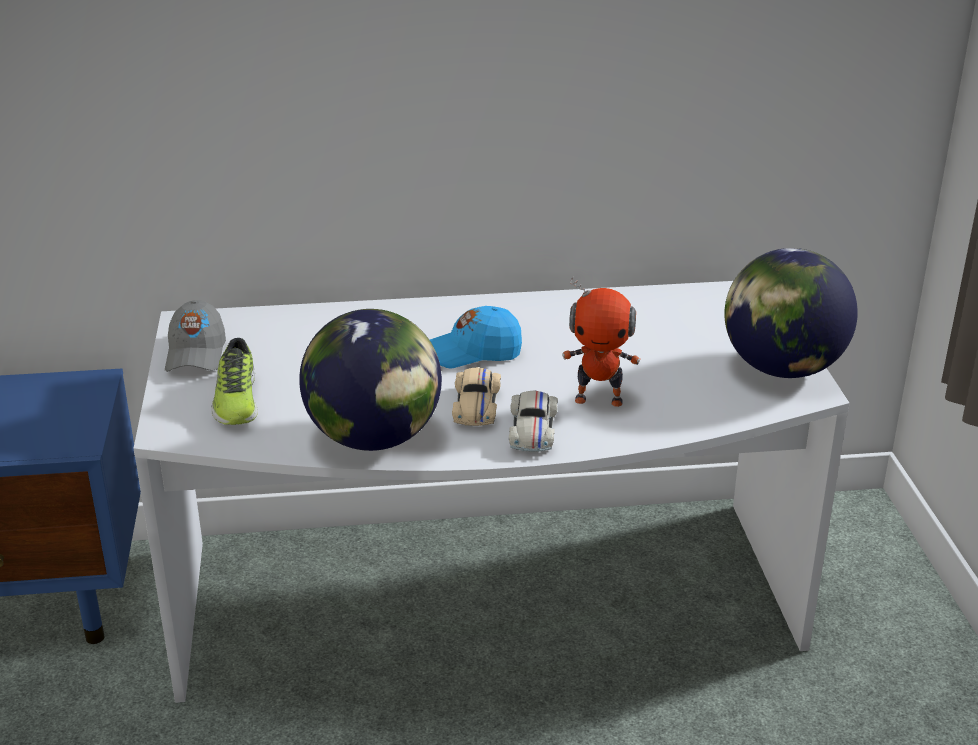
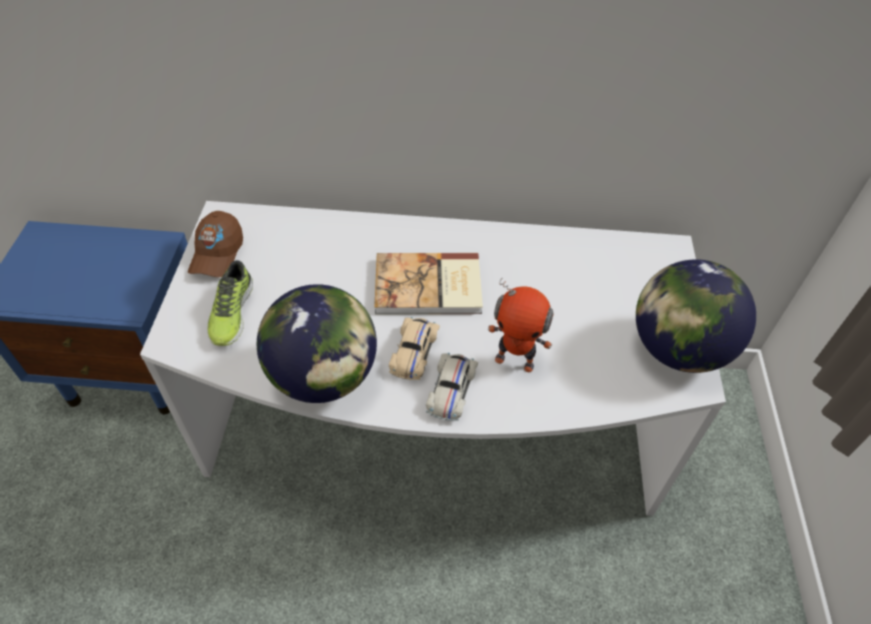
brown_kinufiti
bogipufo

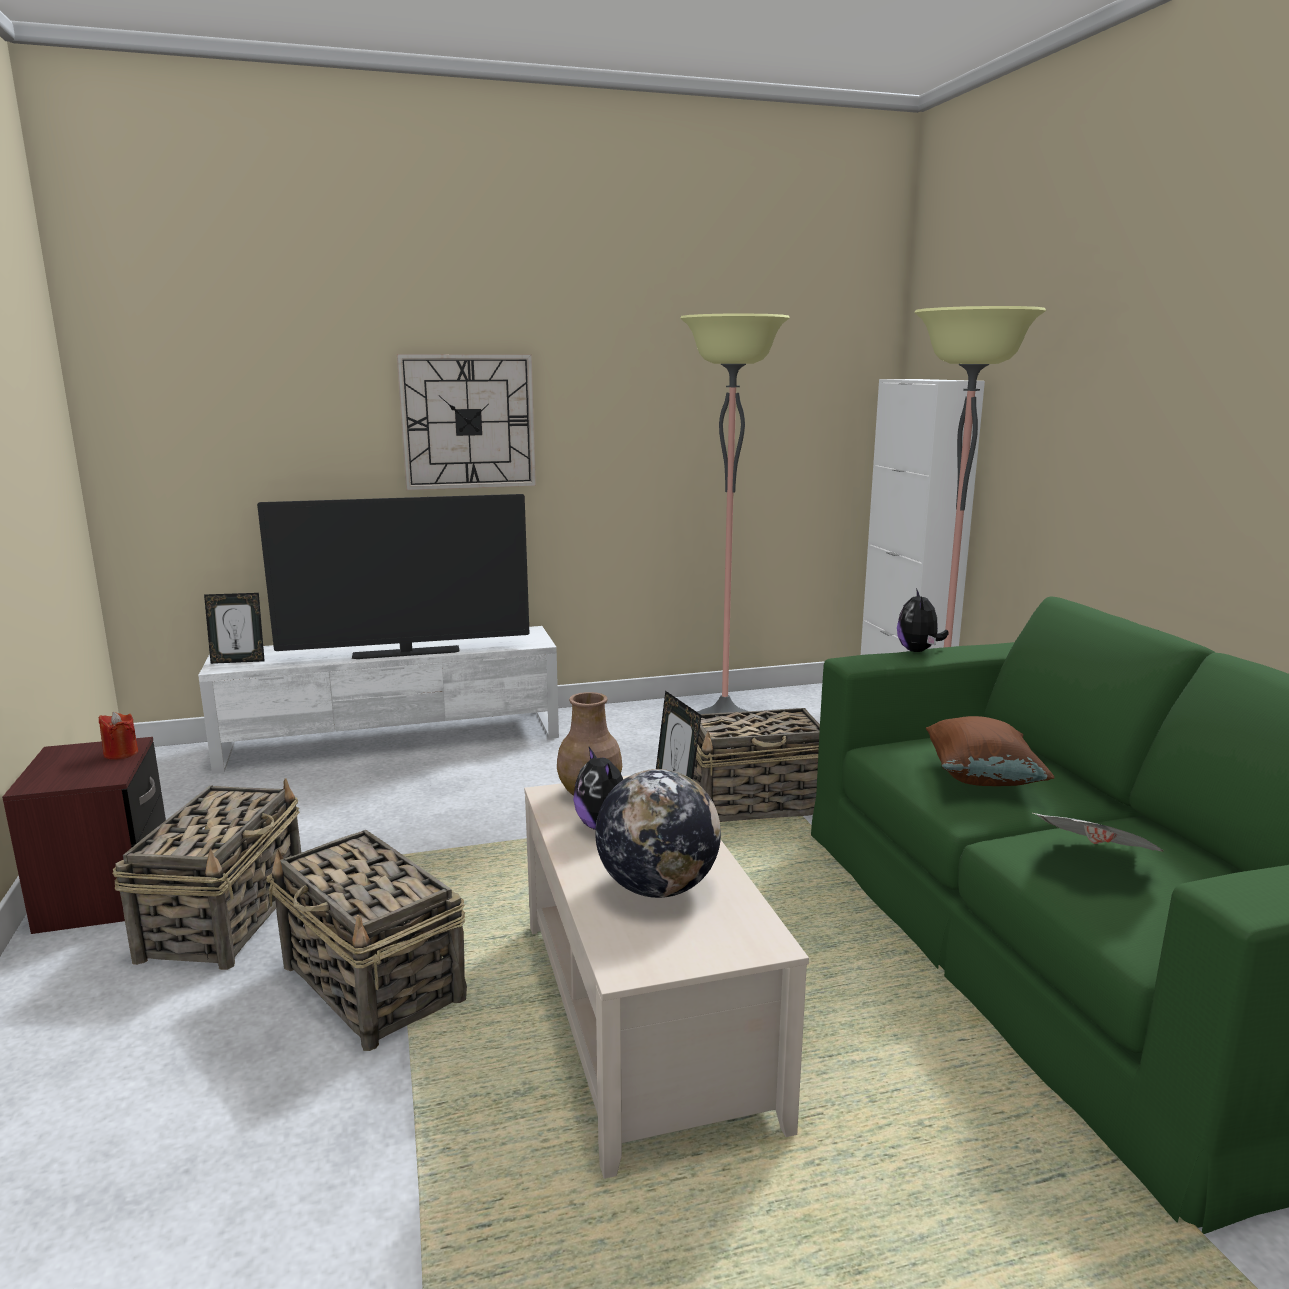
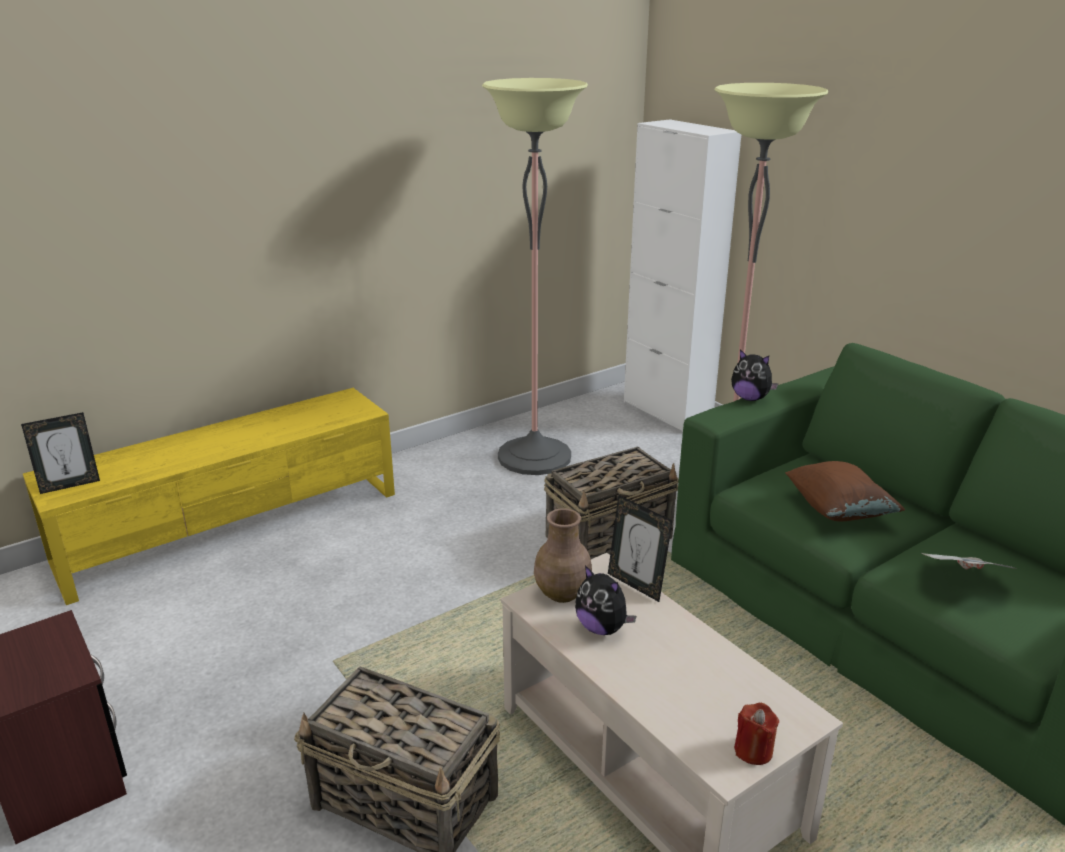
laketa
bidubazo
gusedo (2nd from left)
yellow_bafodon
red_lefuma
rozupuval
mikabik (1st from left in the first image)

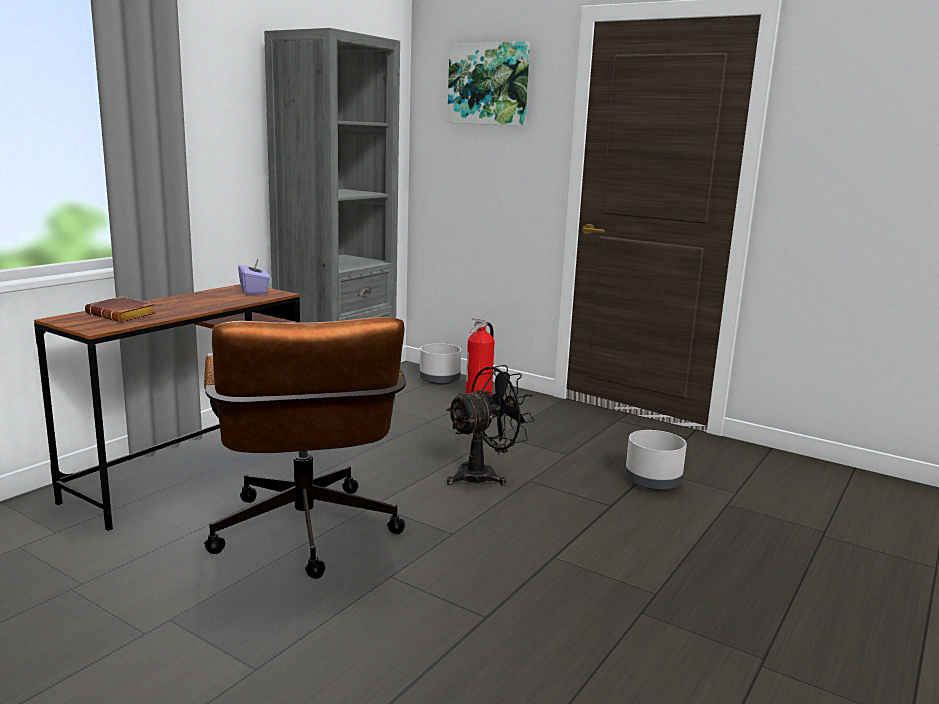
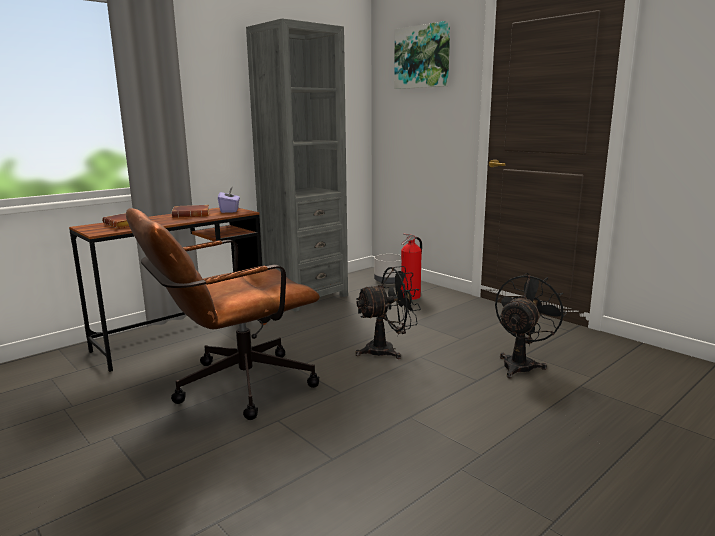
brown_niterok
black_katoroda (2nd from left)
brown_bogipufo (2nd from left)

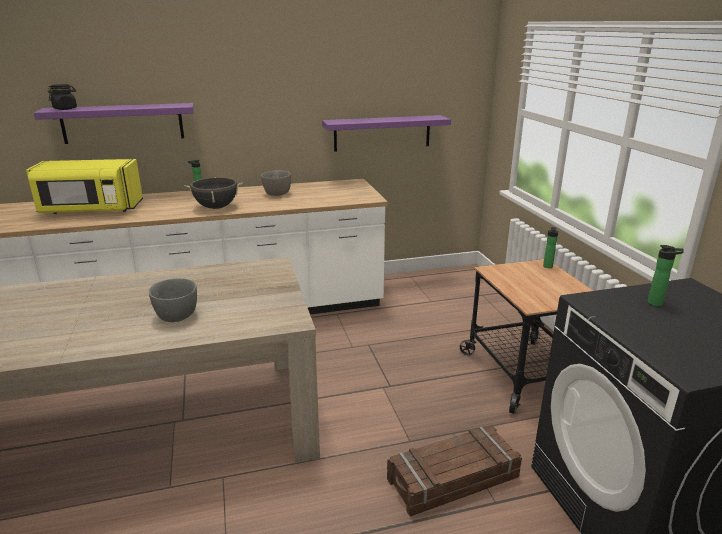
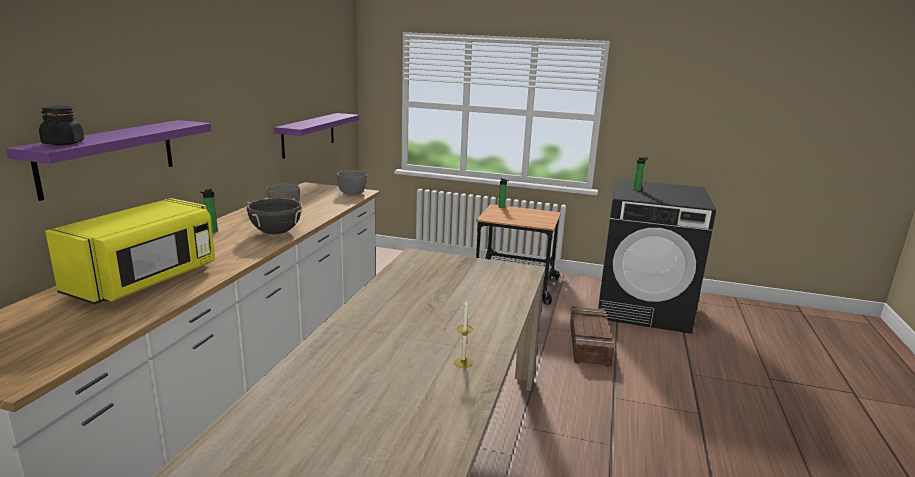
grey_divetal (2nd from left)
lefuma

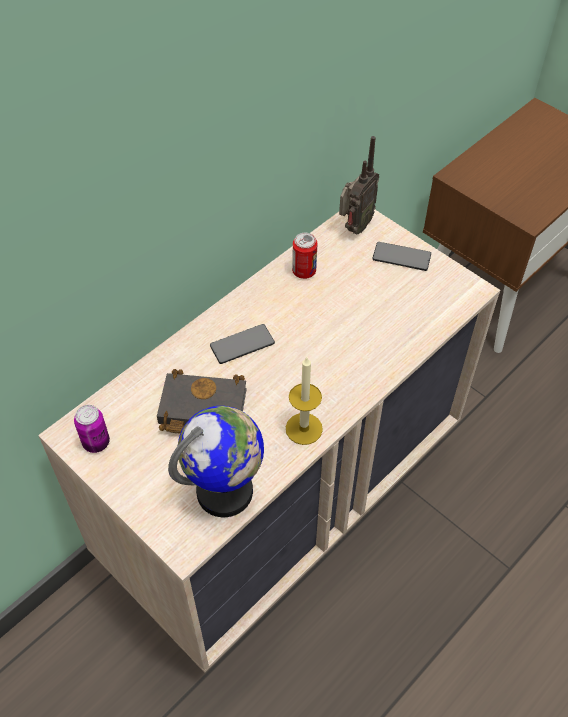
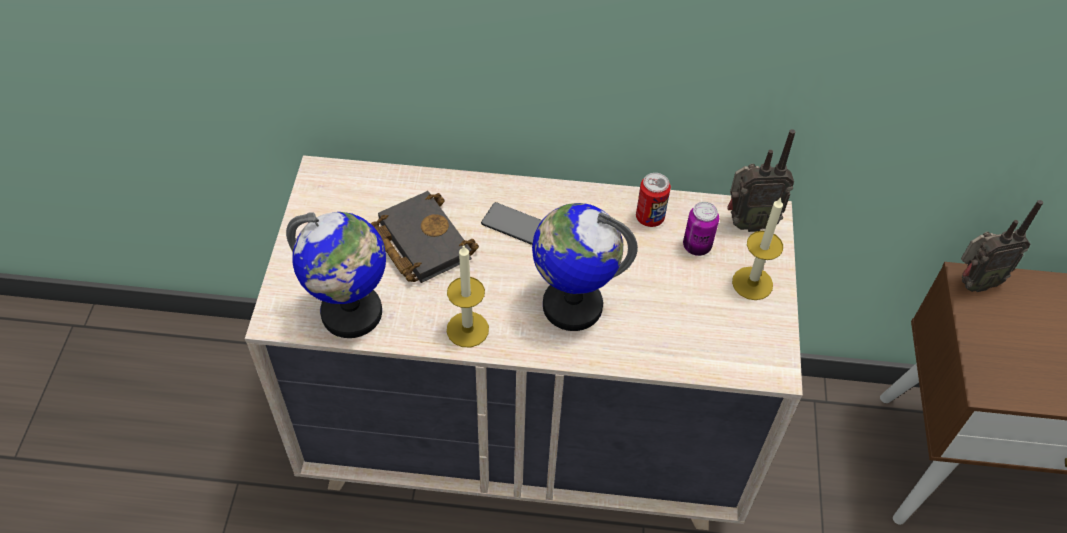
lefuma (2nd from left)
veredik (2nd from left)
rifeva (2nd from left)
rozupuval (2nd from left)

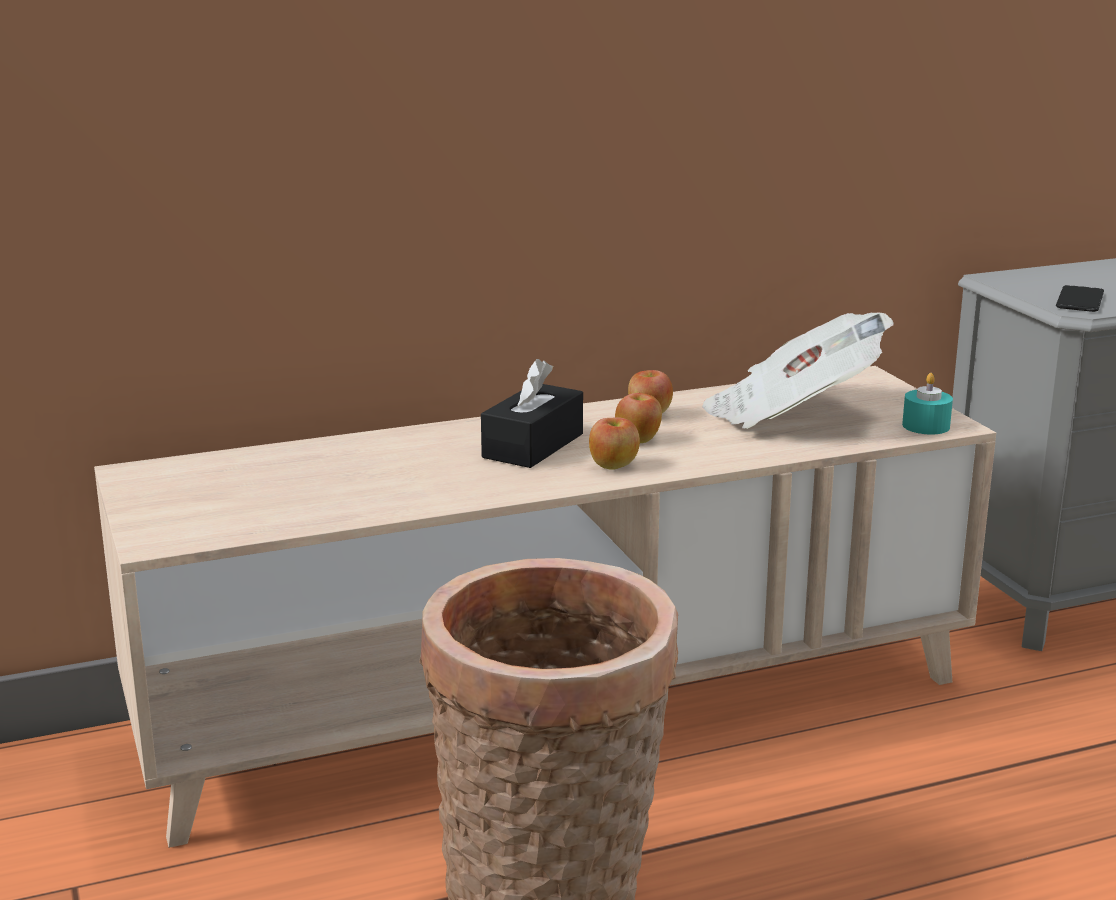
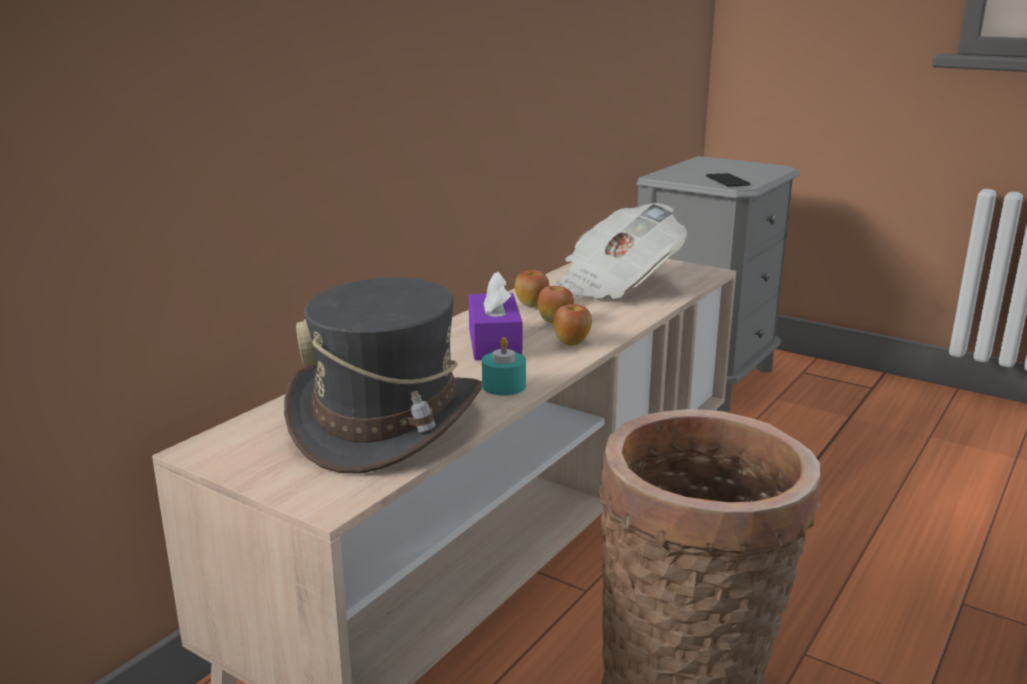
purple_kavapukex
turquoise_lefuma
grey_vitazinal

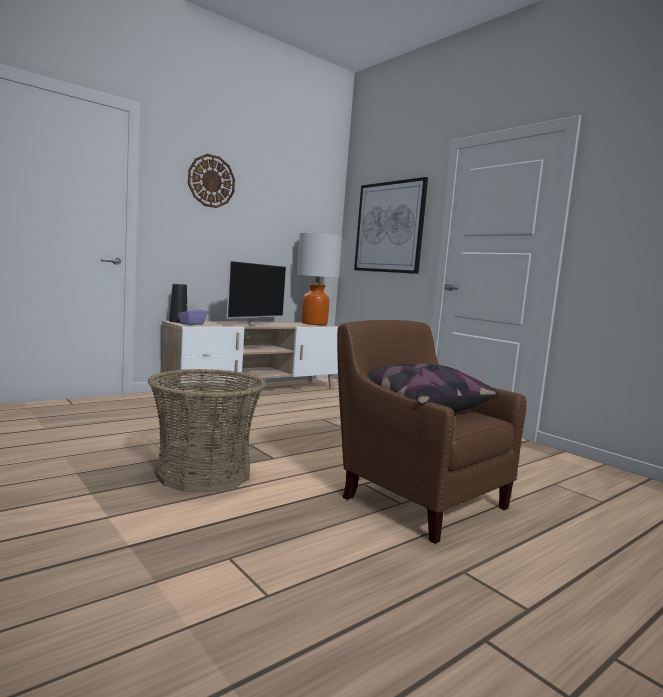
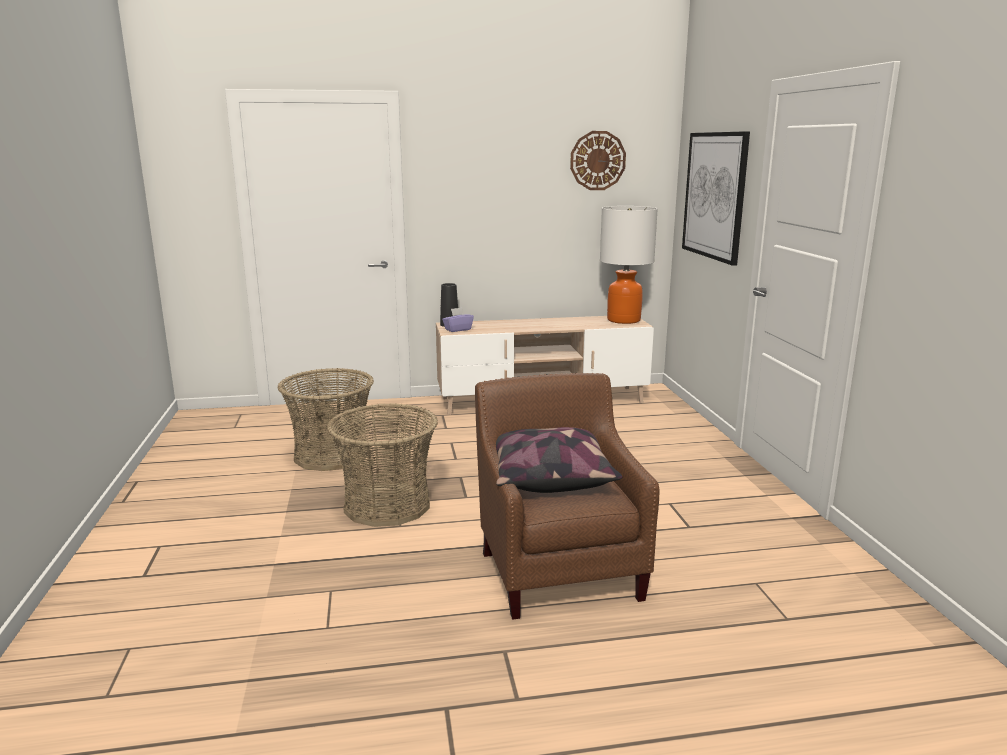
laketa
bidubazo
mikabik (1st from left)

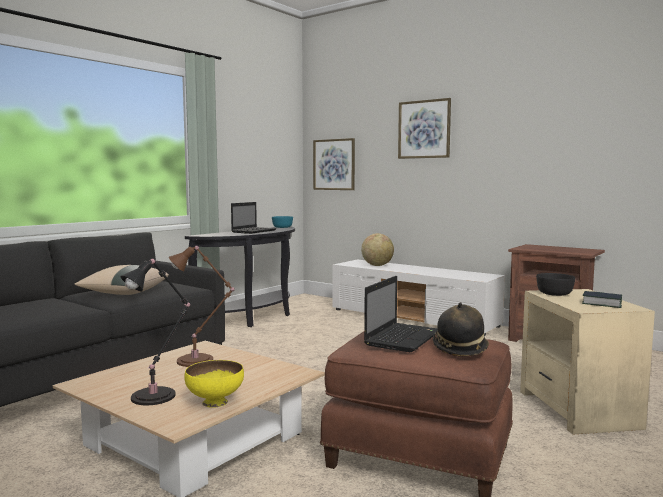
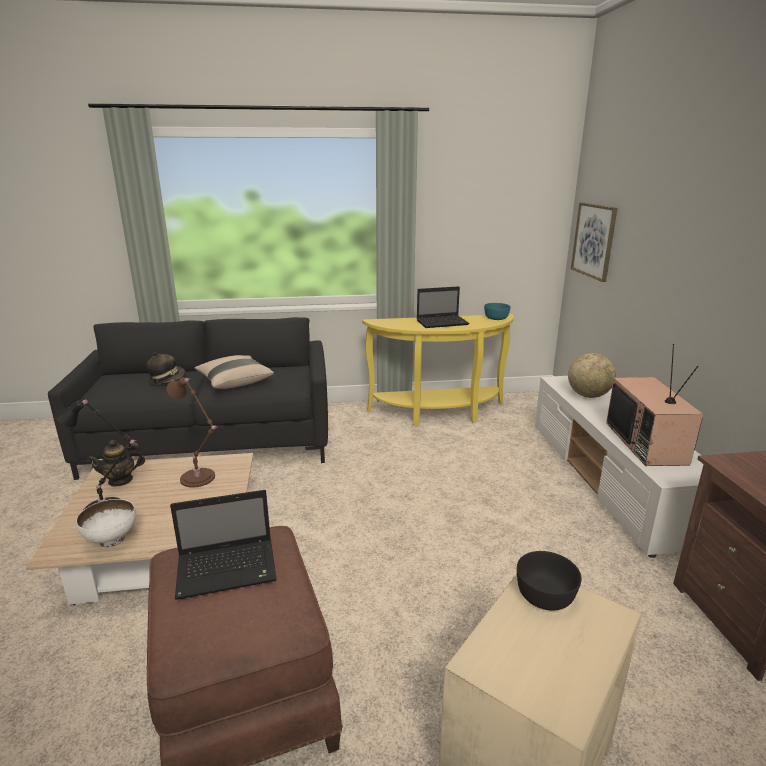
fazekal (2nd from left in the first image)
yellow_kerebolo
bogipufo
vitazinal
white_divetal
bidubazo
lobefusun

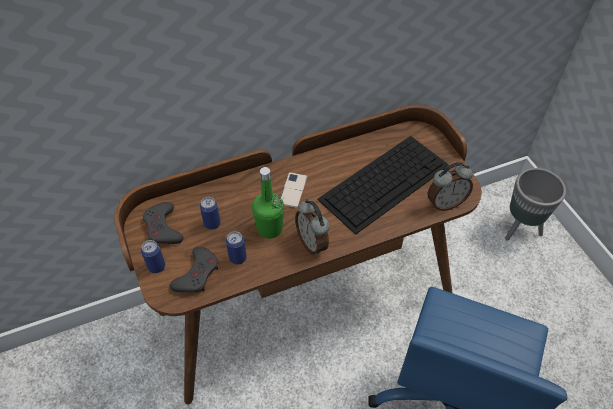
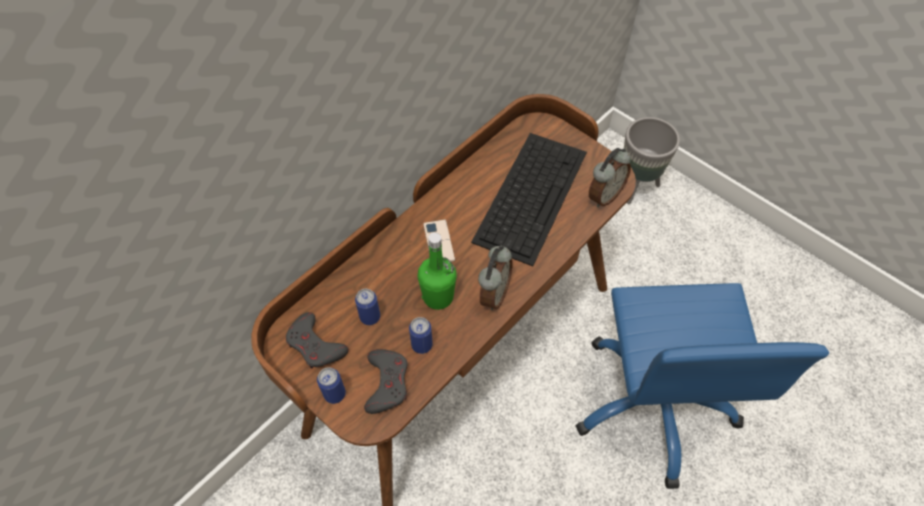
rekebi (1st from left)

